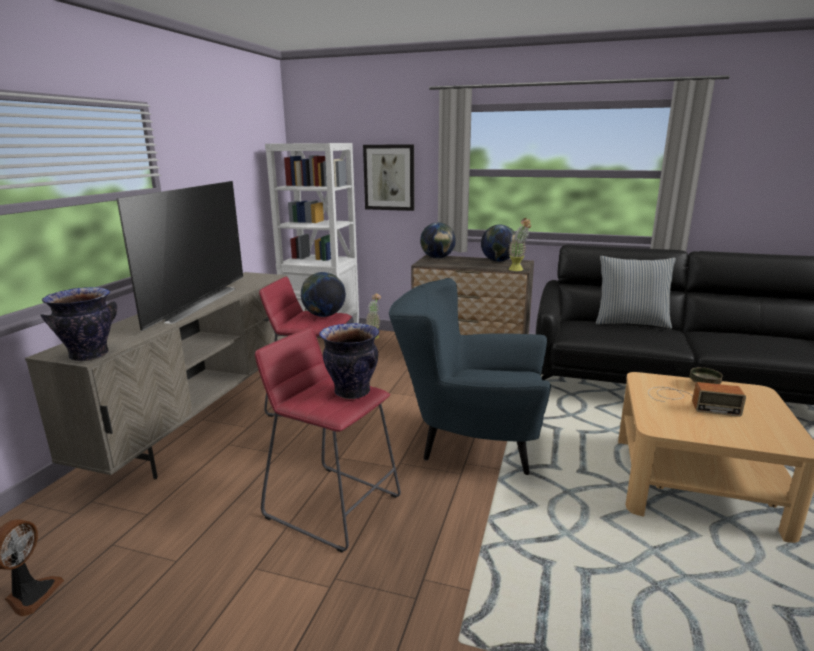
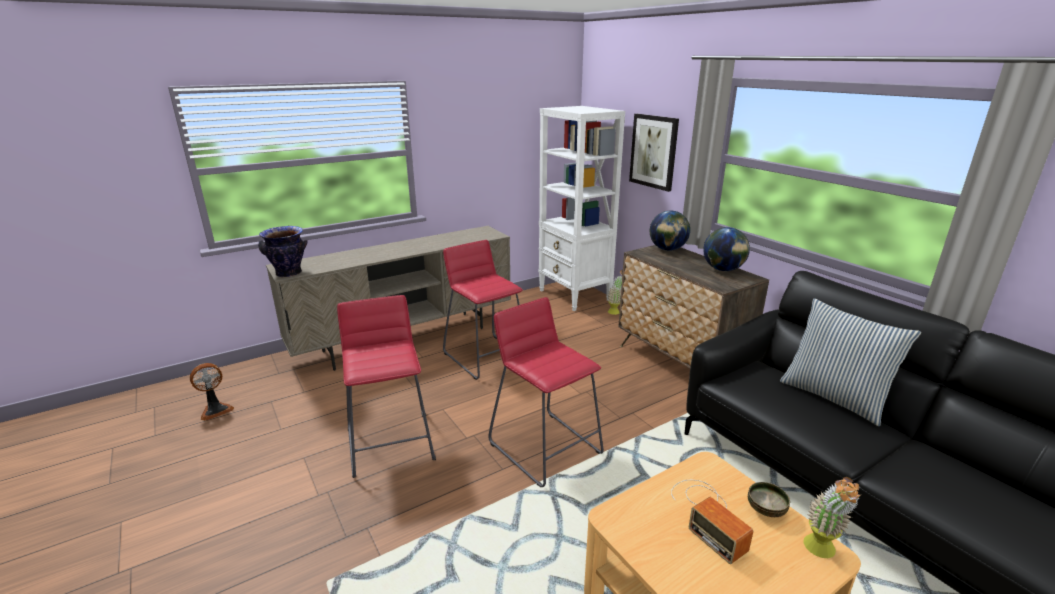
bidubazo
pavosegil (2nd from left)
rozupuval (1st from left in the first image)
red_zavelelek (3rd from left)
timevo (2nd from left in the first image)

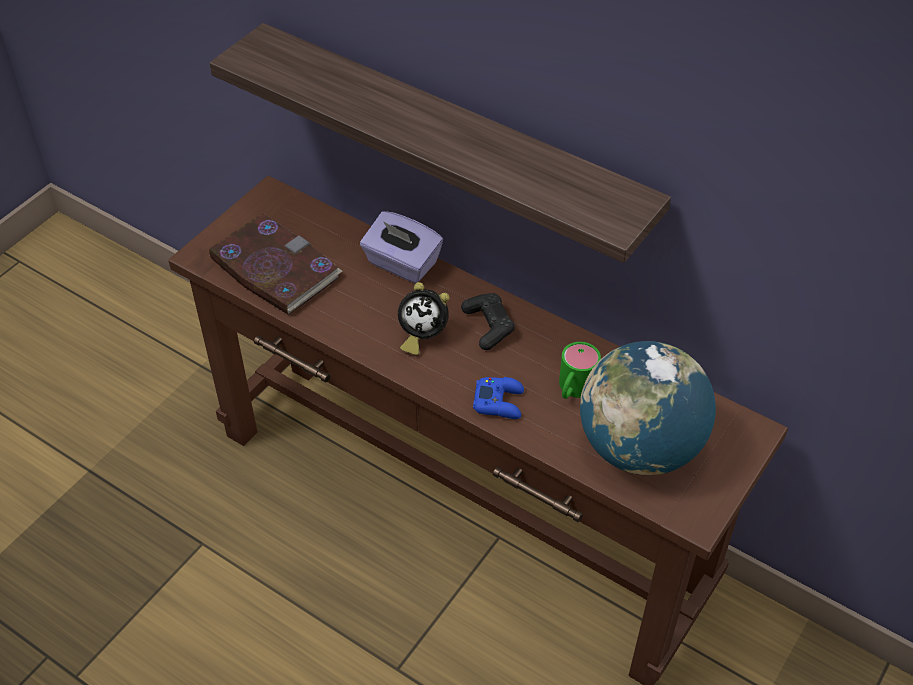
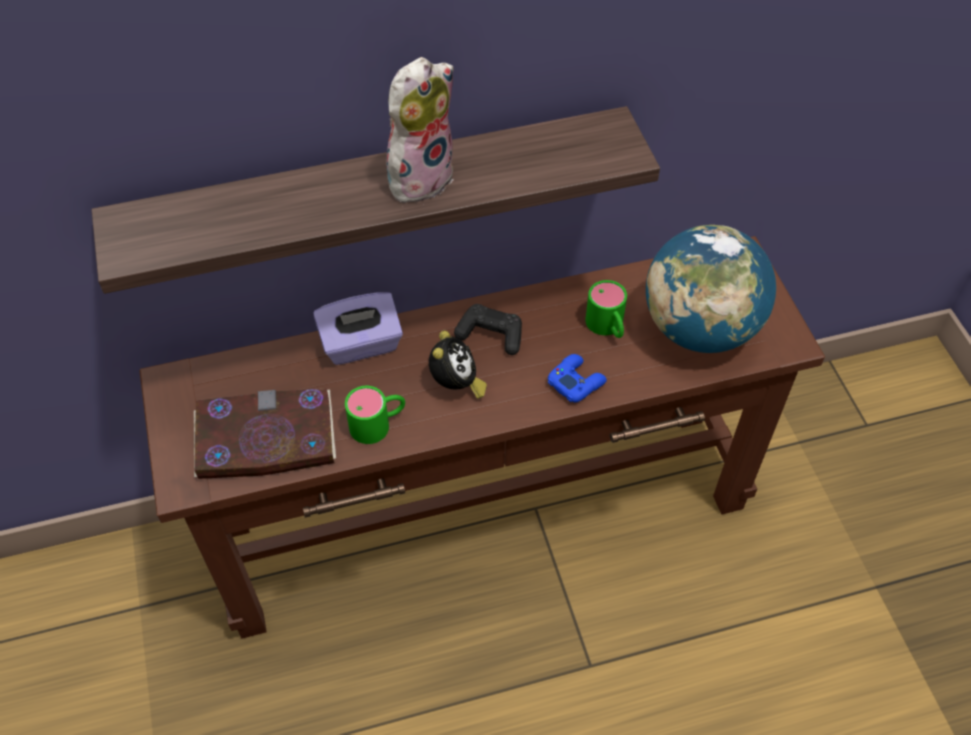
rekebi
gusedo
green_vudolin (1st from left)

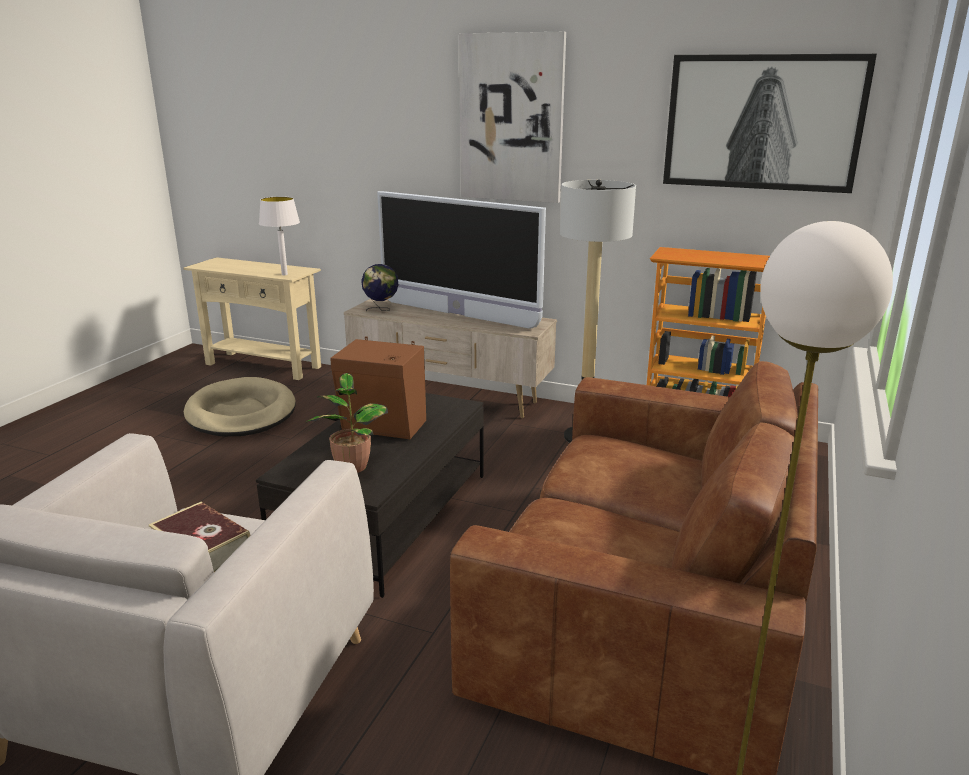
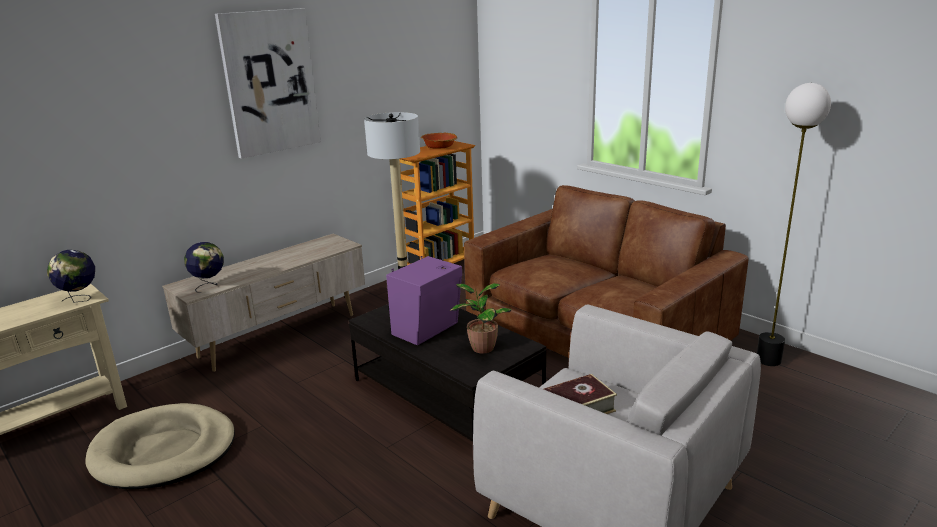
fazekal (2nd from left in the first image)
bidubazo
rozupuval (1st from left)
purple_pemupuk
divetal

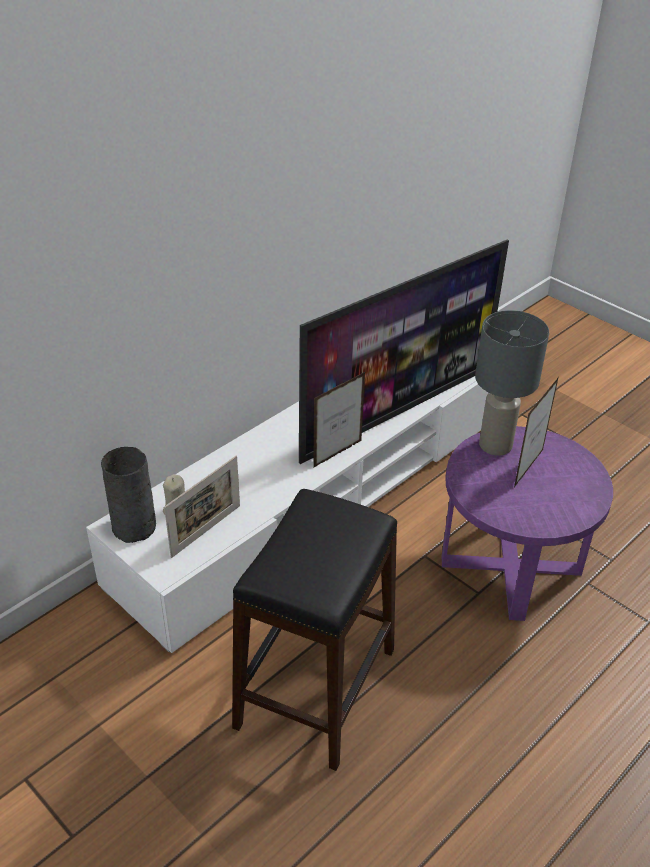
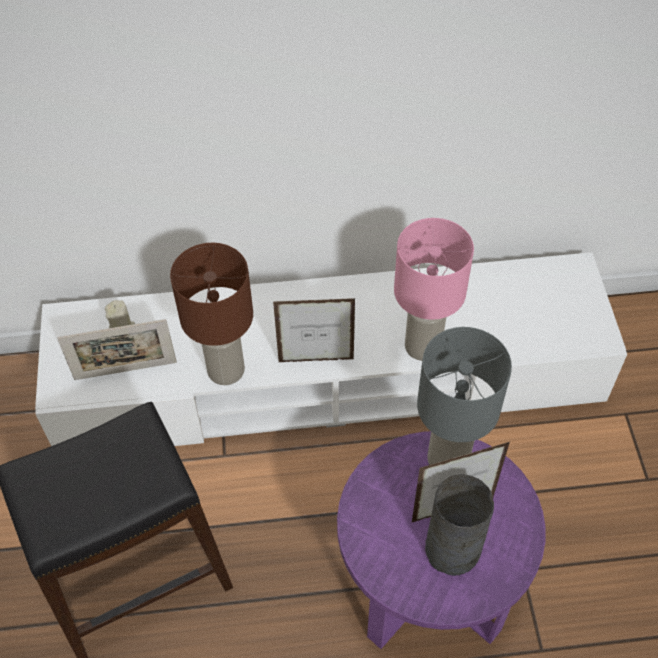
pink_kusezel
grey_timevo
brown_kusezel

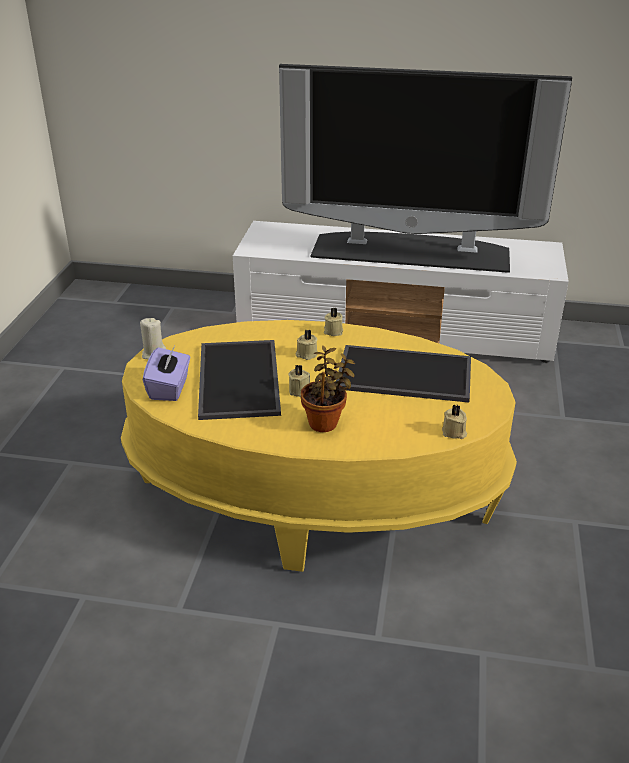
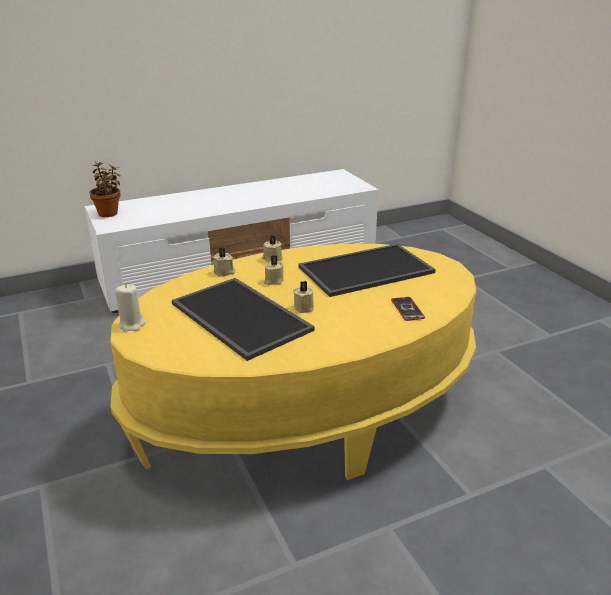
bidubazo
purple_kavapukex
pavosegil
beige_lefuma (2nd from left)
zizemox

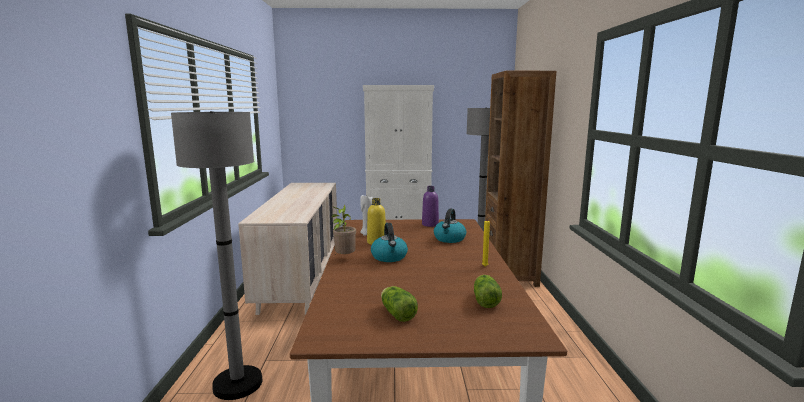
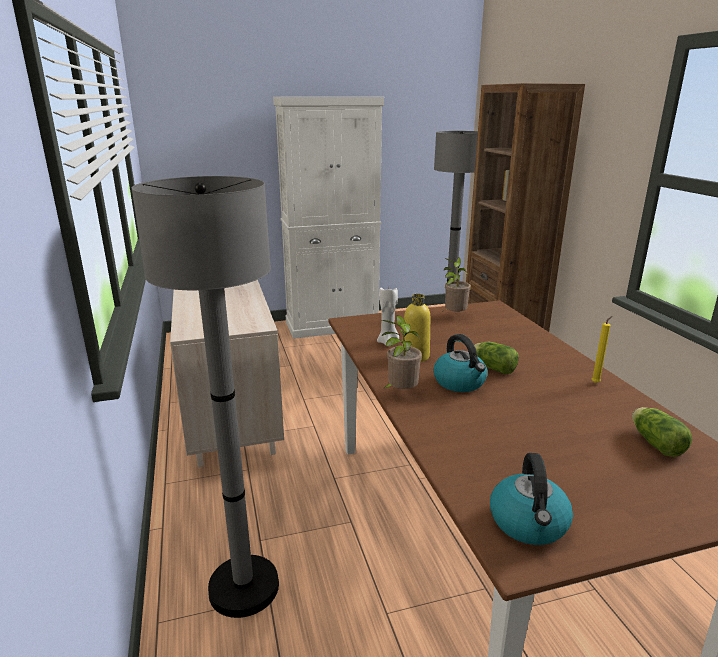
pavosegil (2nd from left)
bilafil (2nd from left)
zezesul (1st from left)

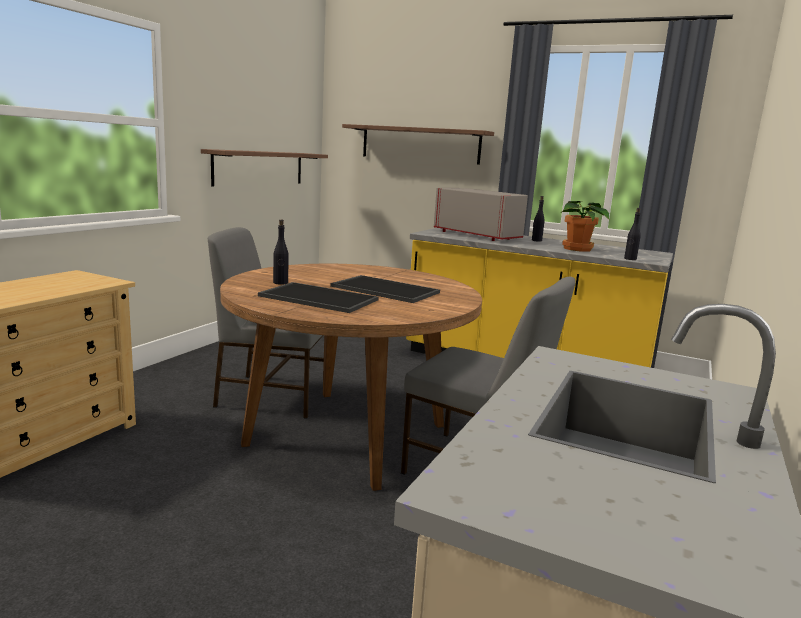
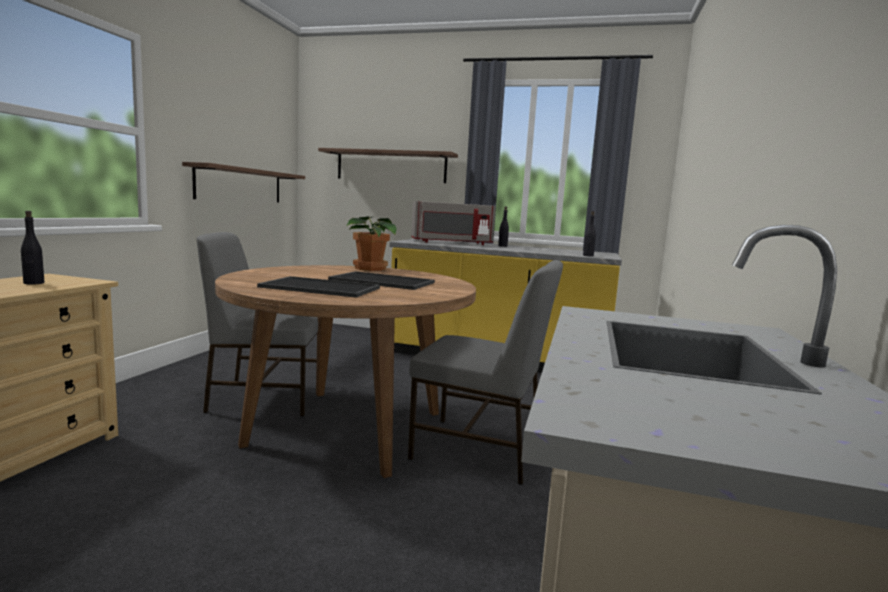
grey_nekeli
pavosegil
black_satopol (1st from left)

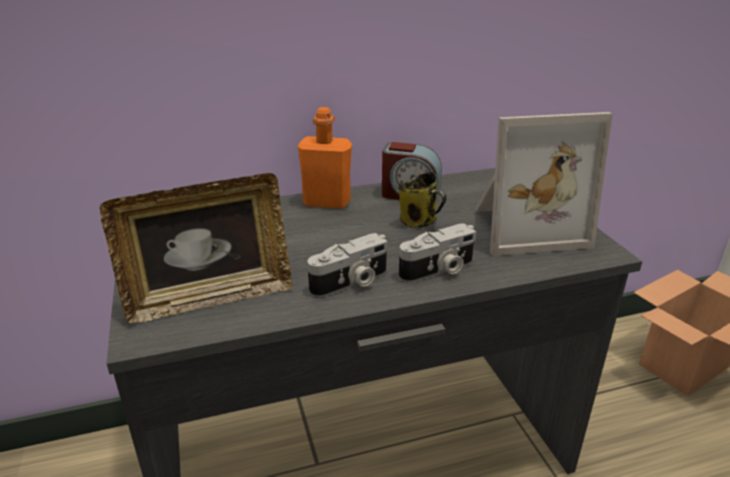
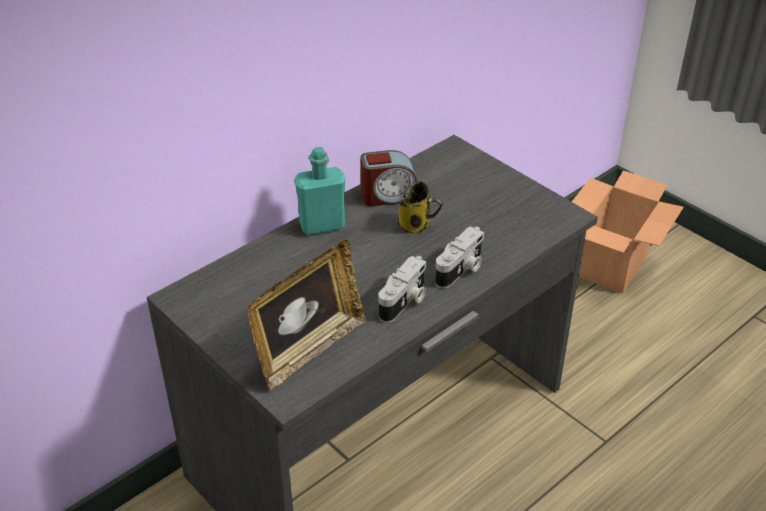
turquoise_satopol
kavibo (2nd from left in the first image)

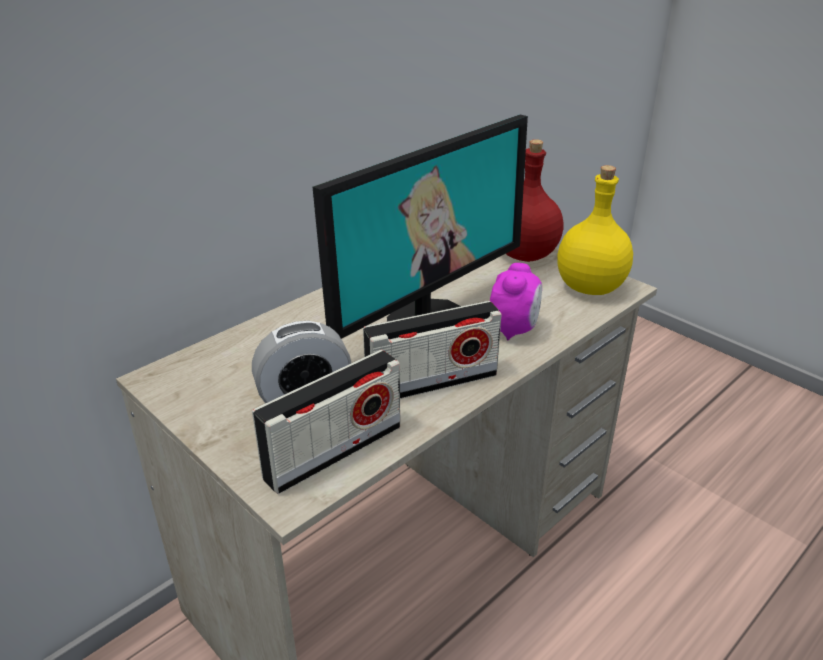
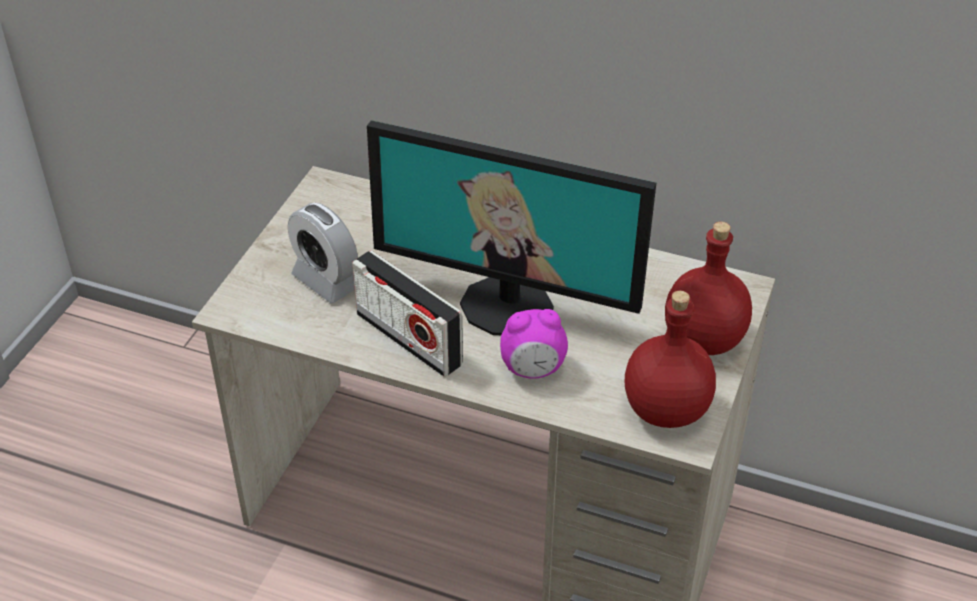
red_satopol (1st from left)
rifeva (1st from left in the first image)

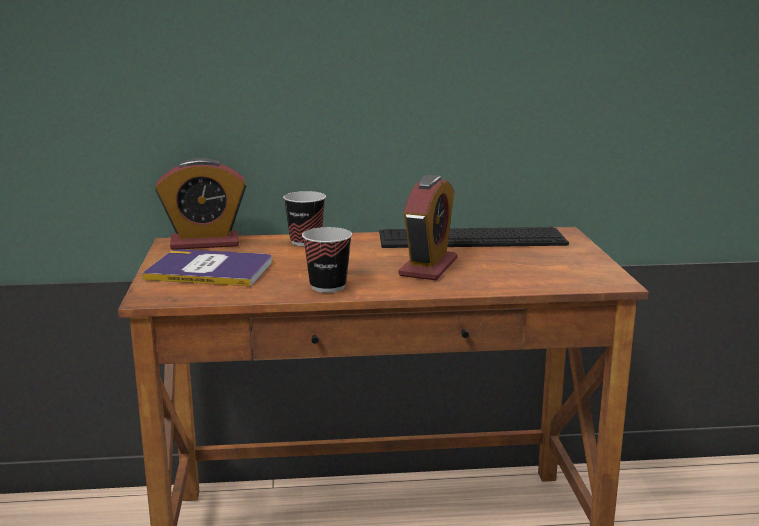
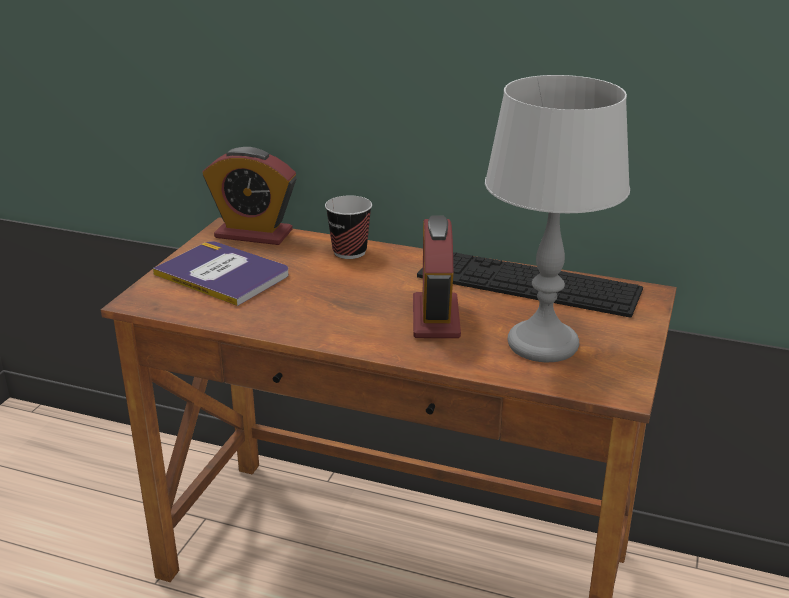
rekebi (2nd from left)
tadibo (2nd from left in the first image)
grey_kusezel

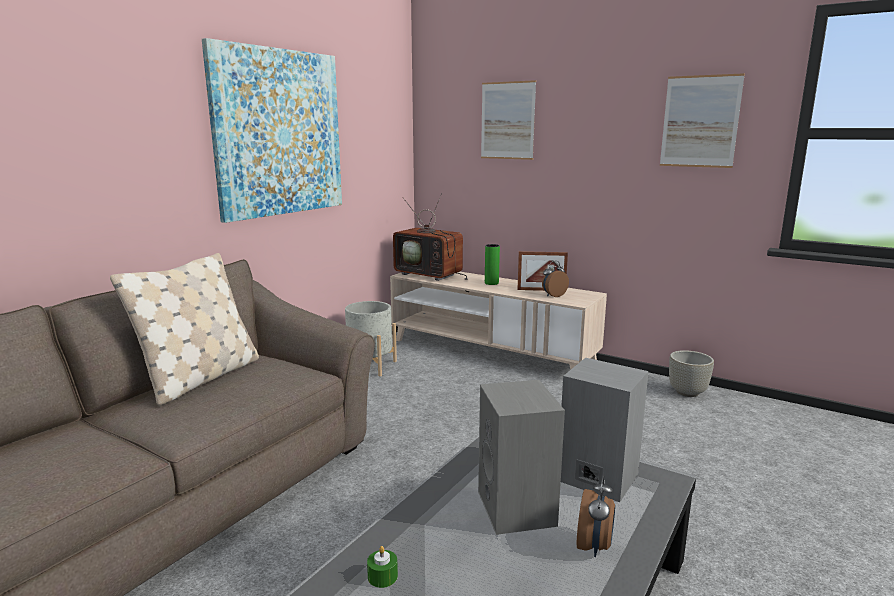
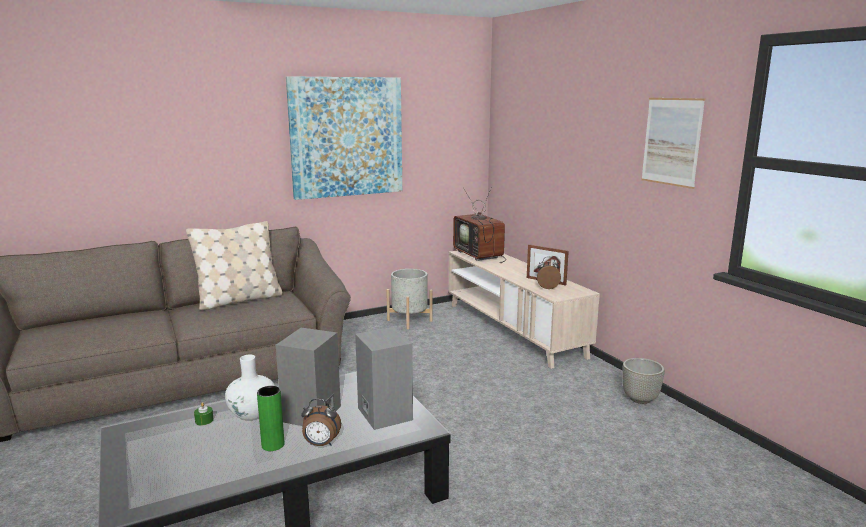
fazekal (2nd from left in the first image)
green_timevo
rekebi (1st from left)
white_timevo

